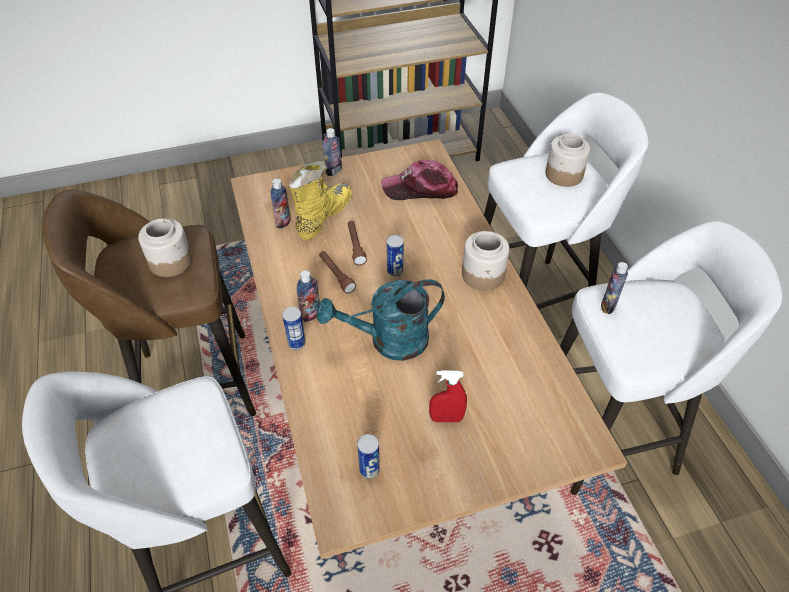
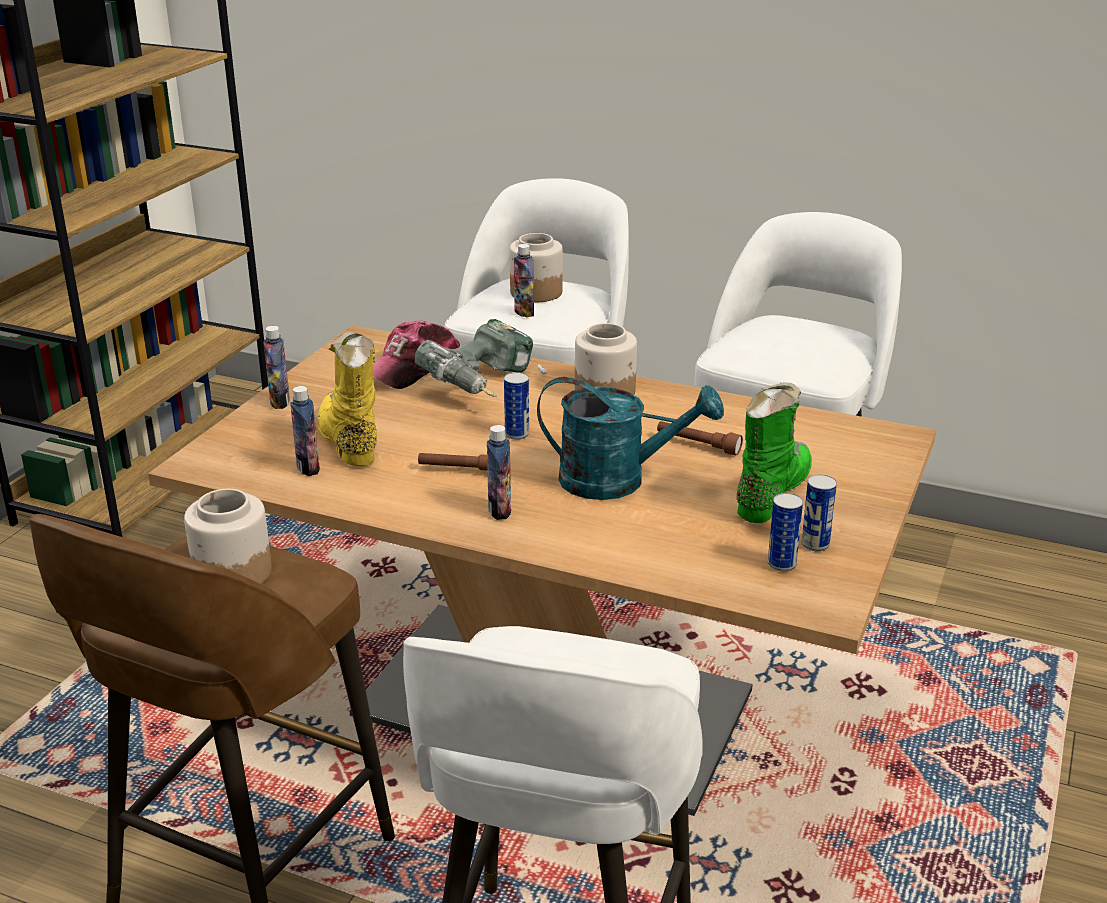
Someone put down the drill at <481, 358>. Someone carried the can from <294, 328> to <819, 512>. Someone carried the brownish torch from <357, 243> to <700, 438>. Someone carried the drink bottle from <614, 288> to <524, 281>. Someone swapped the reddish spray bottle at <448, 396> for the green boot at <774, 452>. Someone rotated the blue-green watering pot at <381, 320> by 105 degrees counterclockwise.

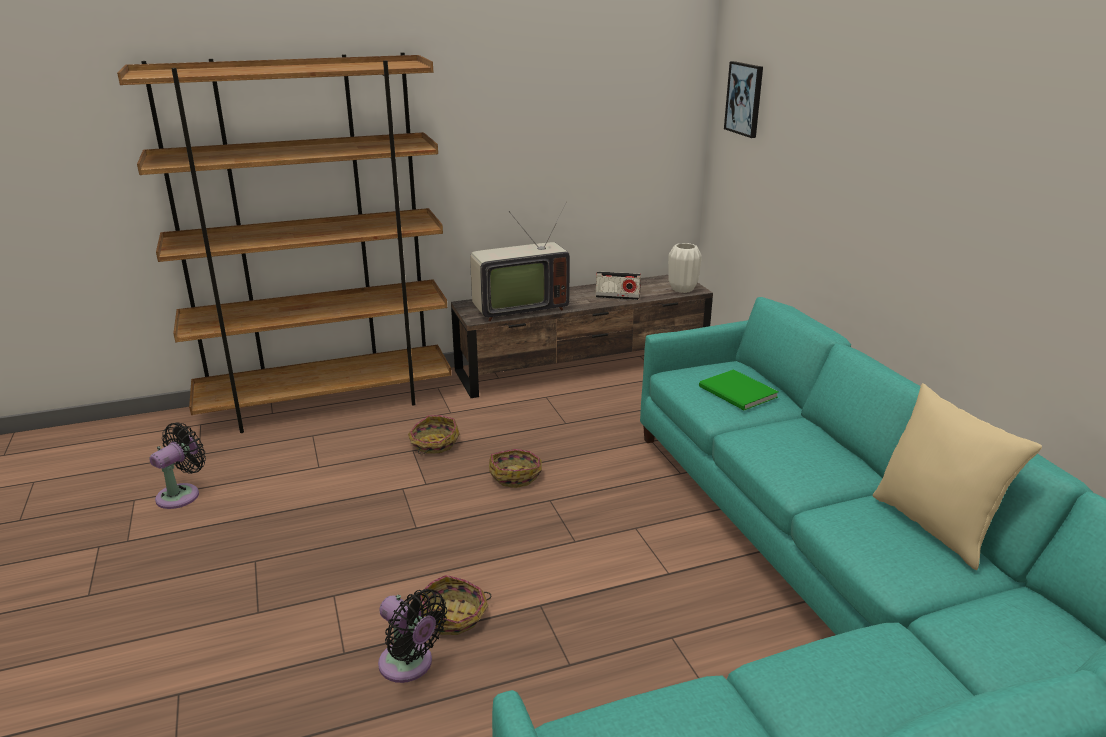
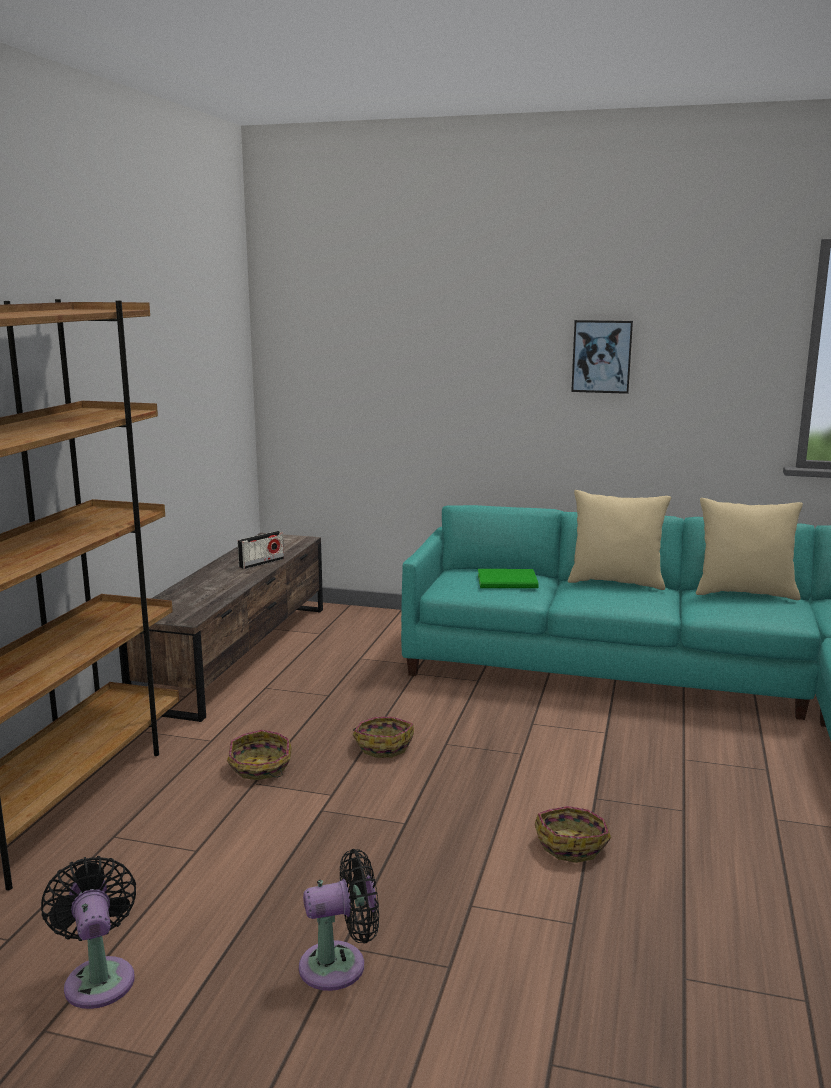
Someone took away the TV set at <520, 261>. Someone took away the white vase at <685, 268>. Someone put down the sand-coloured pillow at <619, 540>. Someone carried the black-coloured cooling fan from <412, 636> to <339, 920>. Someone carried the wall art from <743, 99> to <602, 357>.

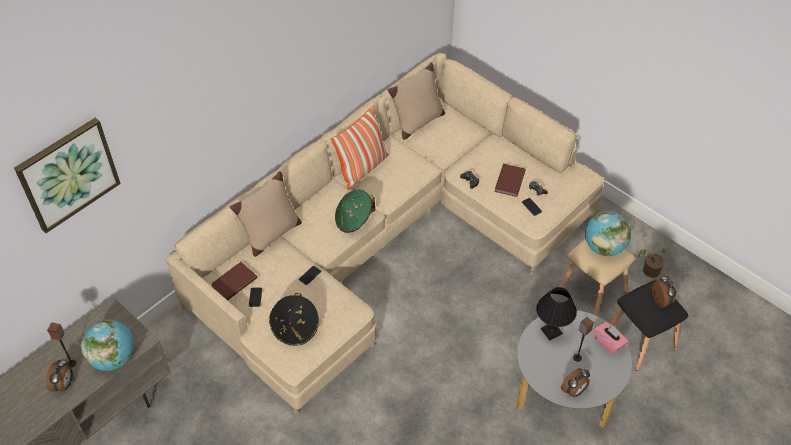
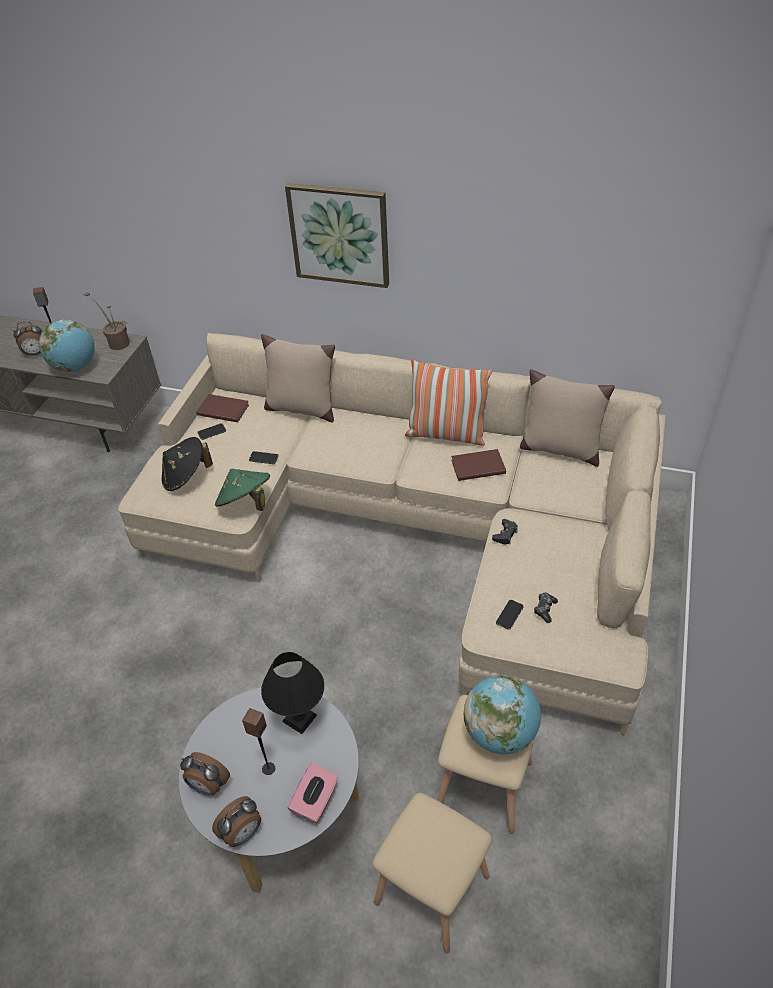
Someone carried the wall art from <67, 175> to <337, 235>. Someone carried the green clothing hat from <355, 211> to <242, 490>. Someone carried the brownish volume from <510, 180> to <478, 465>. Someone carried the houseplant from <652, 263> to <106, 321>. Someone carried the alarm clock from <664, 291> to <236, 821>. Someone repainted the black-coloured stool at <649, 325>, which became the sand-coloured stool at <432, 873>.

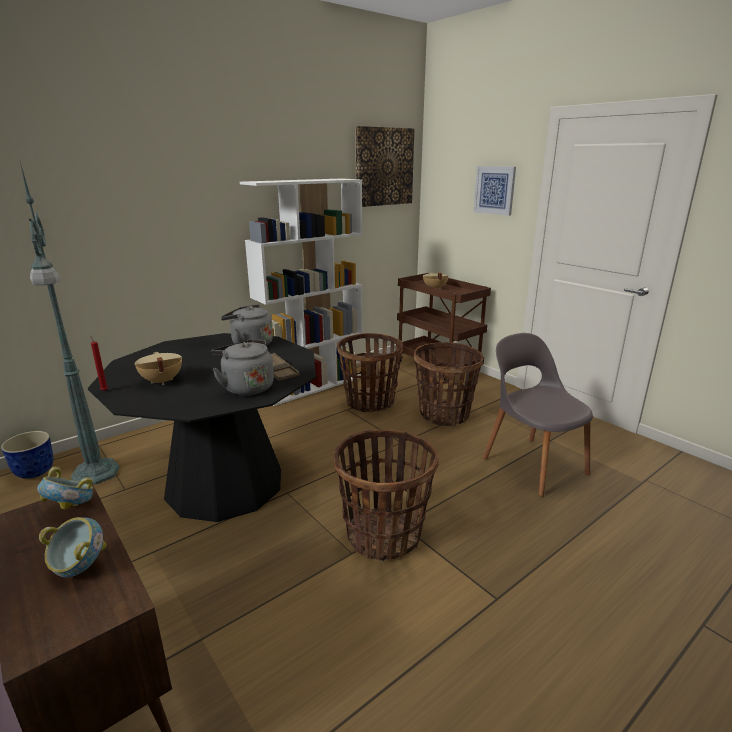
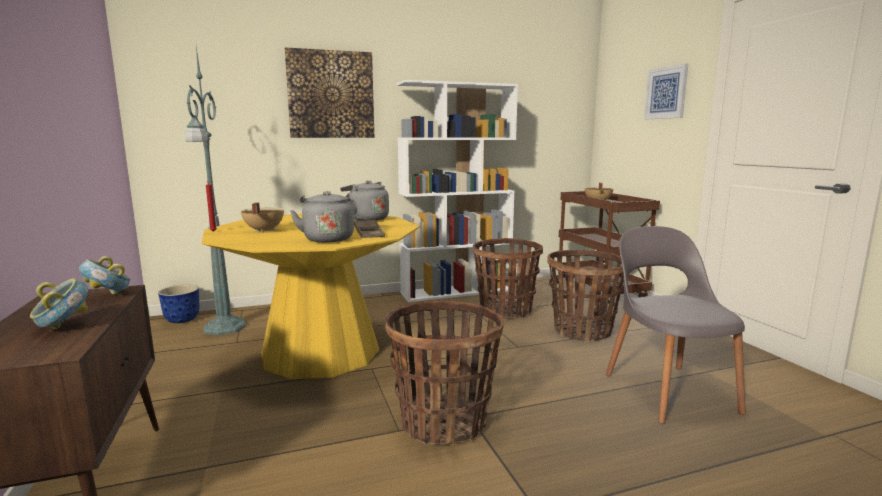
Someone carried the wall art from <384, 166> to <329, 92>. Someone repainted the black-coloured kitchen table at <202, 427>, which became the yellow-coloured kitchen table at <310, 296>.

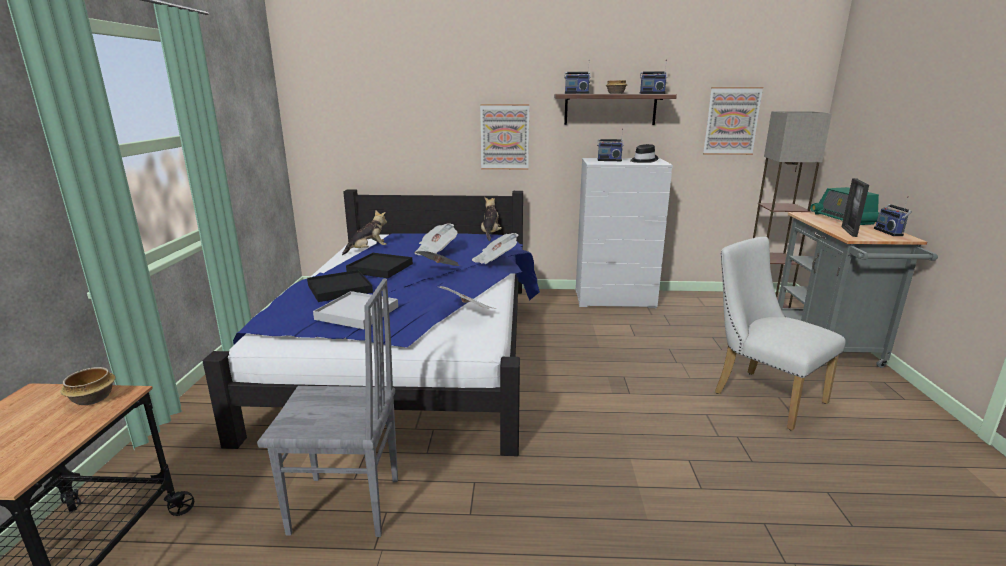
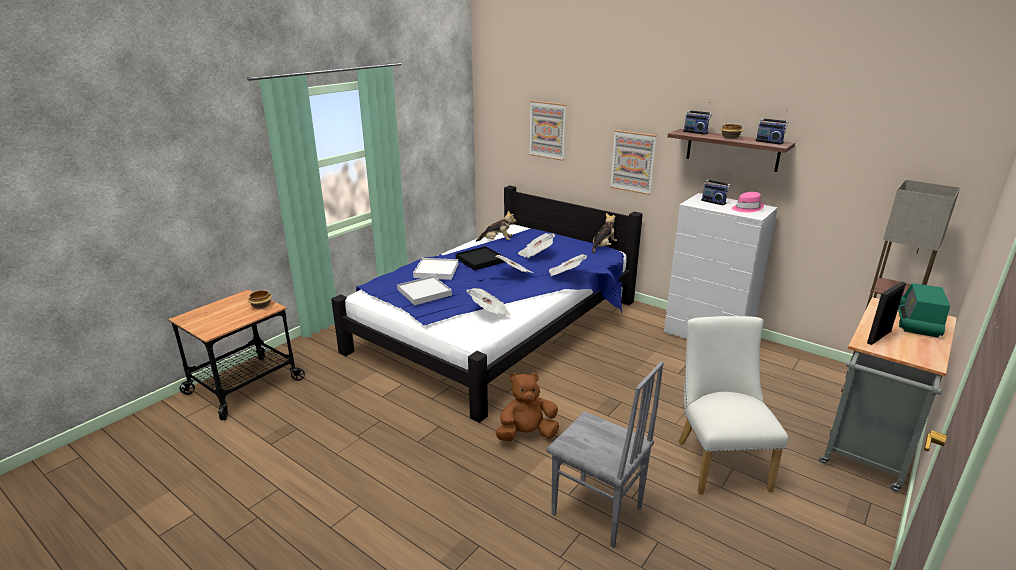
Someone took away the radio set at <893, 216>. Someone put down the brownish cuddly toy at <527, 406>. Someone carried the grey chair from <327, 408> to <605, 454>. Someone carried the wall art from <733, 121> to <547, 131>. Someone repainted the black-coloured serving tray at <340, 286>, which became the white serving tray at <435, 269>. Someone repainted the black-coloured clothing hat at <644, 153>, which became the pink-coloured clothing hat at <748, 202>.

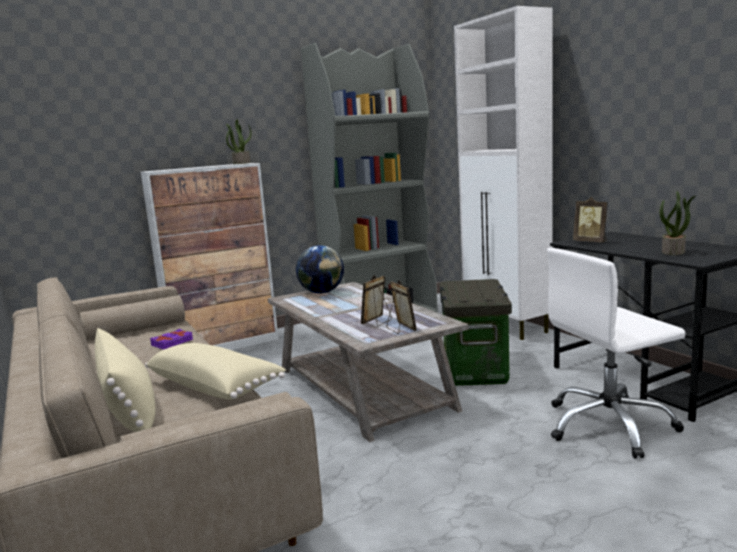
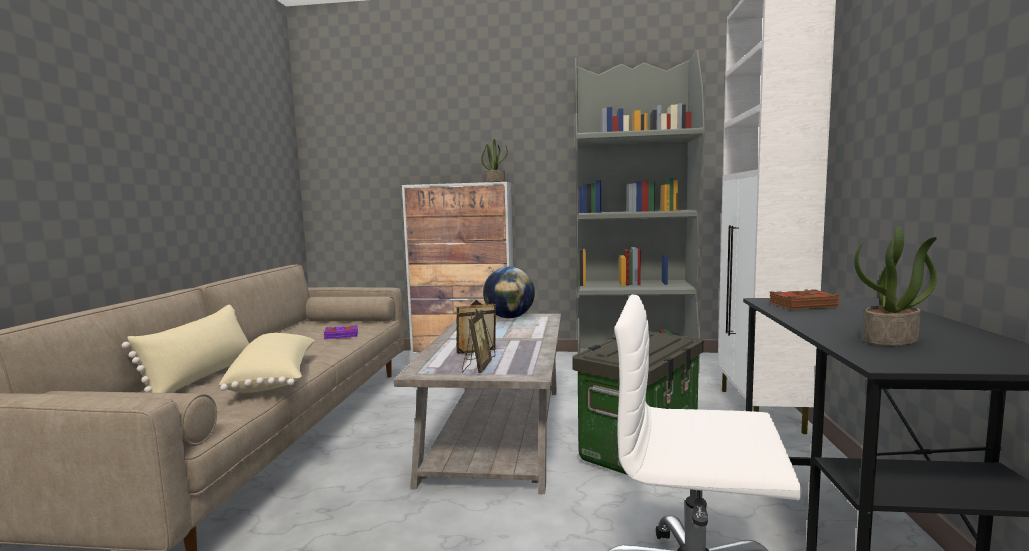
Someone swapped the standing frame at <590, 219> for the brownish volume at <804, 299>.

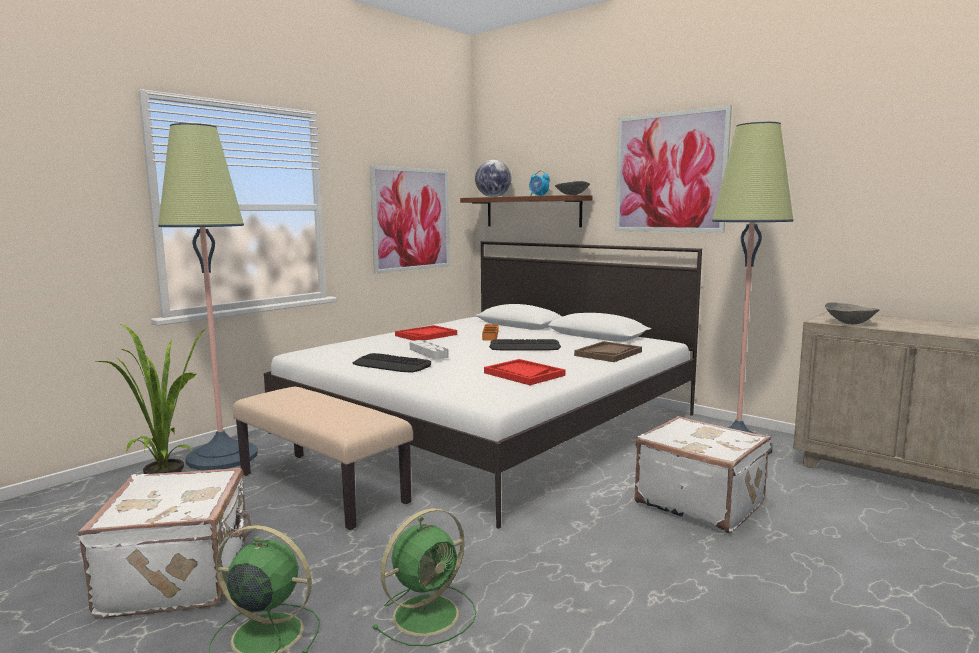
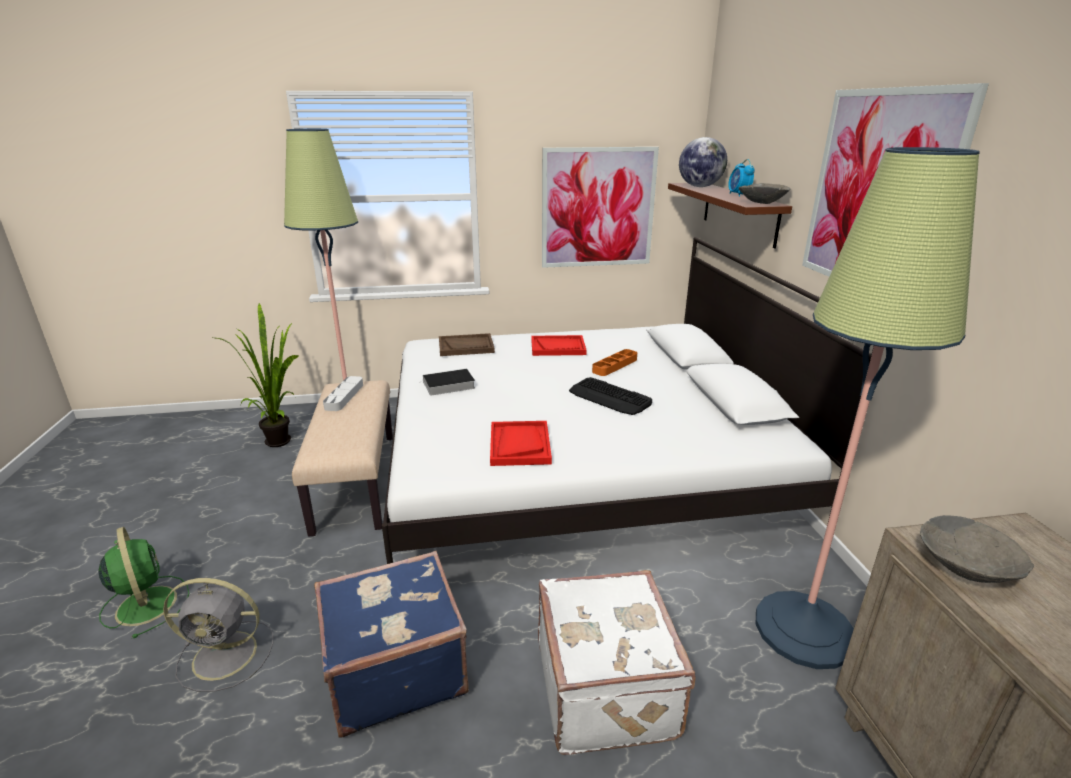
Someone took away the white suitcase at <165, 543>. Someone put down the blue-coloured suitcase at <391, 644>. Someone carried the grey serving tray from <429, 349> to <343, 393>. Someone carried the brownish serving tray from <608, 351> to <467, 344>. Someone swapped the computer keyboard at <391, 363> for the volume at <447, 382>. Someone repainted the green cooling fan at <424, 577>, which became the grey cooling fan at <218, 635>.

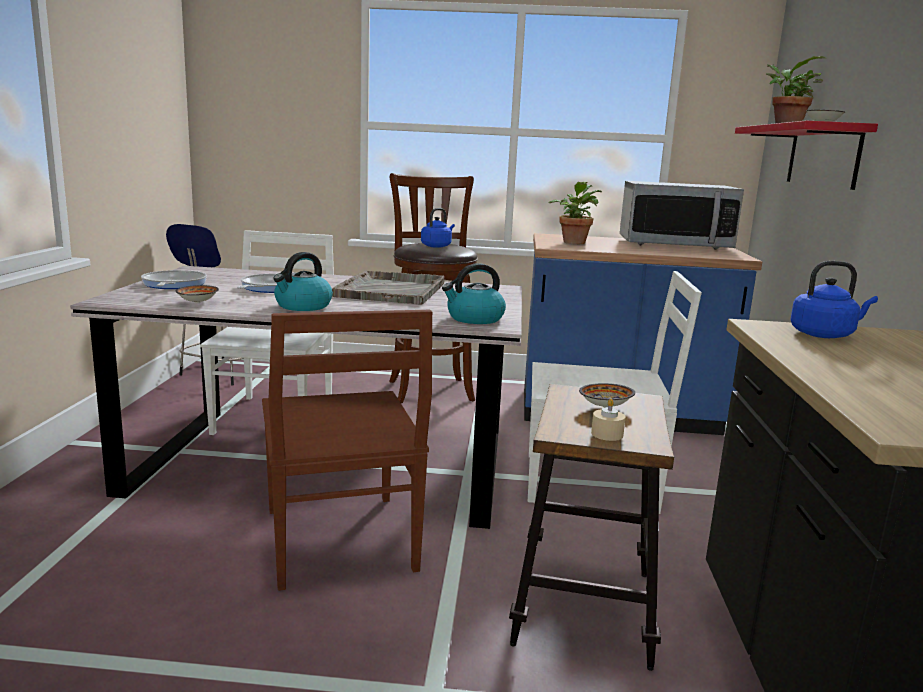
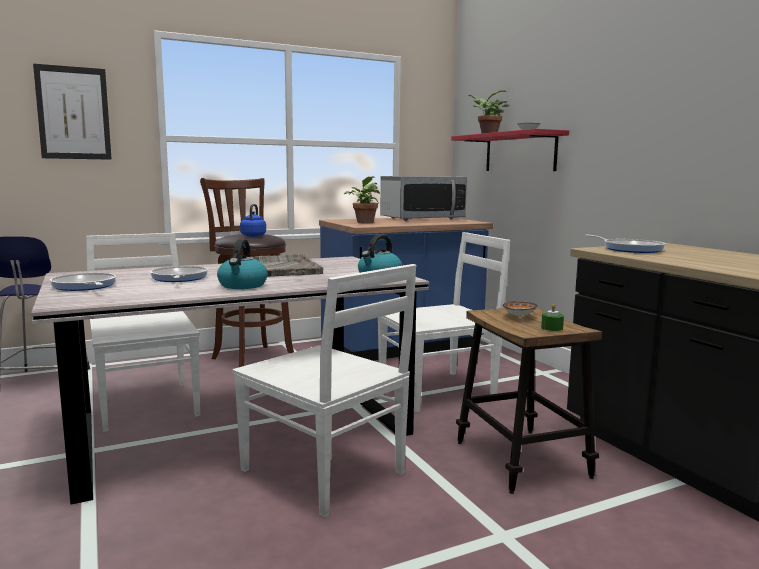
Someone took away the deep dish at <197, 294>. Someone put up the wall art at <72, 112>. Someone swapped the blue-coloured tea kettle at <834, 299> for the frying pan at <625, 244>. Someone repainted the brownish chair at <347, 450>, which became the white chair at <324, 391>. Someone repainted the sand-coloured wax candle at <608, 420>, which became the green wax candle at <552, 317>.

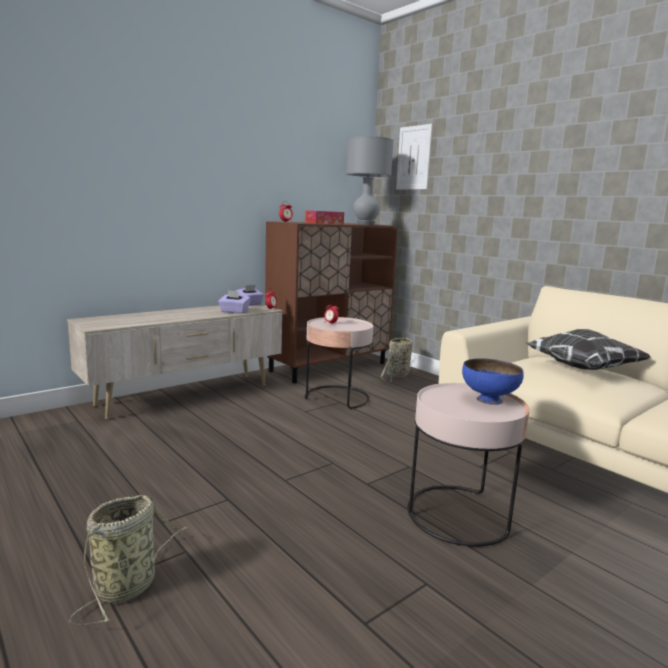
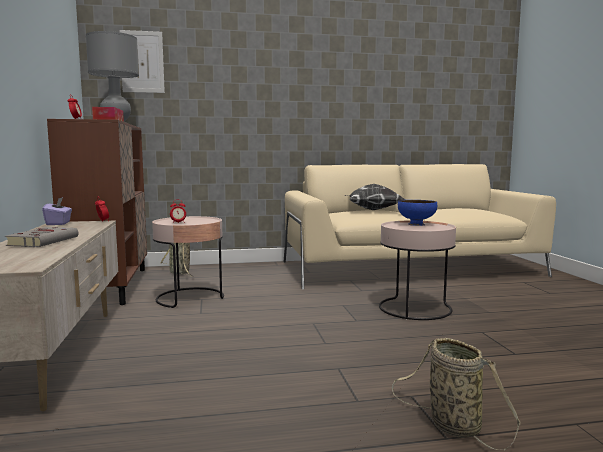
Someone took away the purple box of tissues at <234, 302>. Someone put down the grey volume at <41, 237>.

